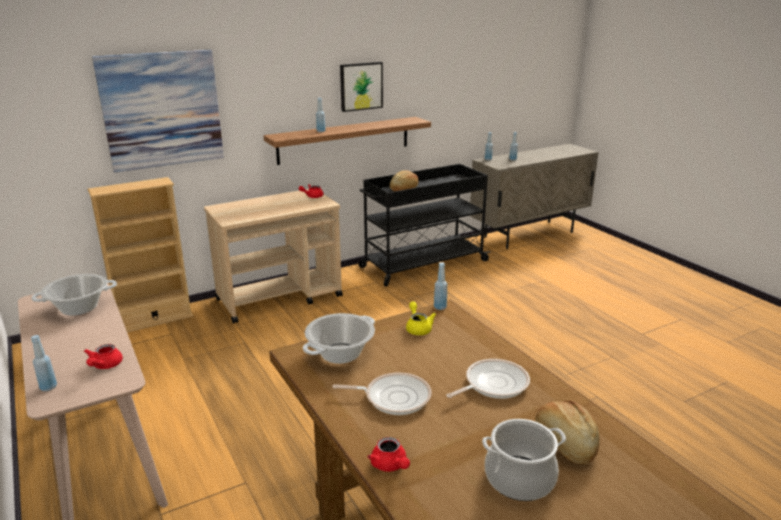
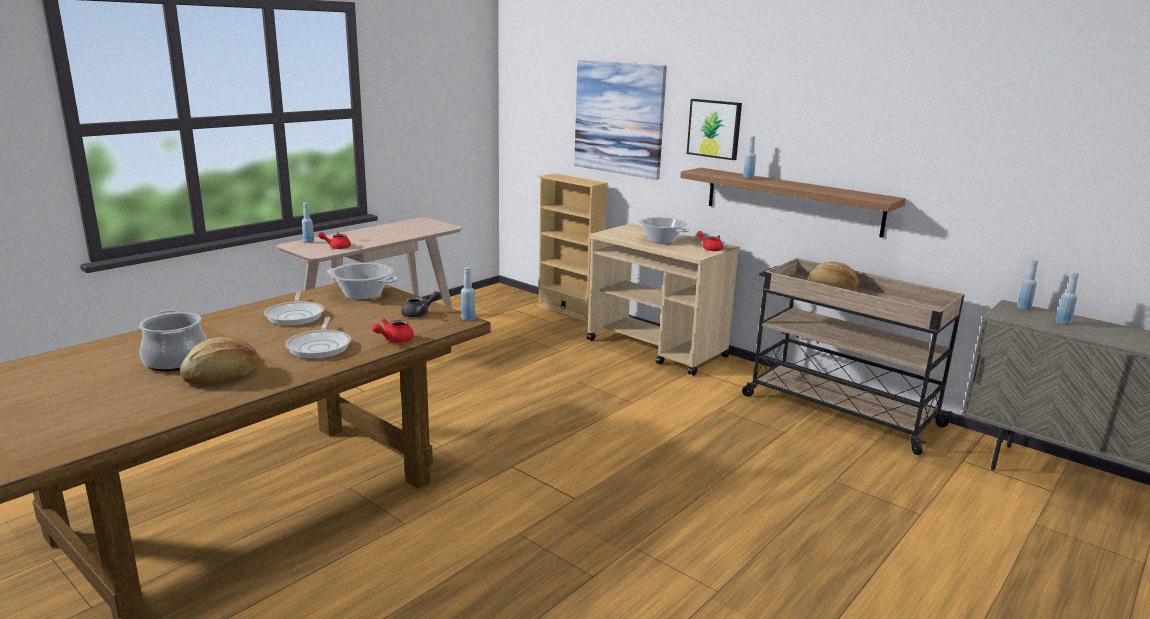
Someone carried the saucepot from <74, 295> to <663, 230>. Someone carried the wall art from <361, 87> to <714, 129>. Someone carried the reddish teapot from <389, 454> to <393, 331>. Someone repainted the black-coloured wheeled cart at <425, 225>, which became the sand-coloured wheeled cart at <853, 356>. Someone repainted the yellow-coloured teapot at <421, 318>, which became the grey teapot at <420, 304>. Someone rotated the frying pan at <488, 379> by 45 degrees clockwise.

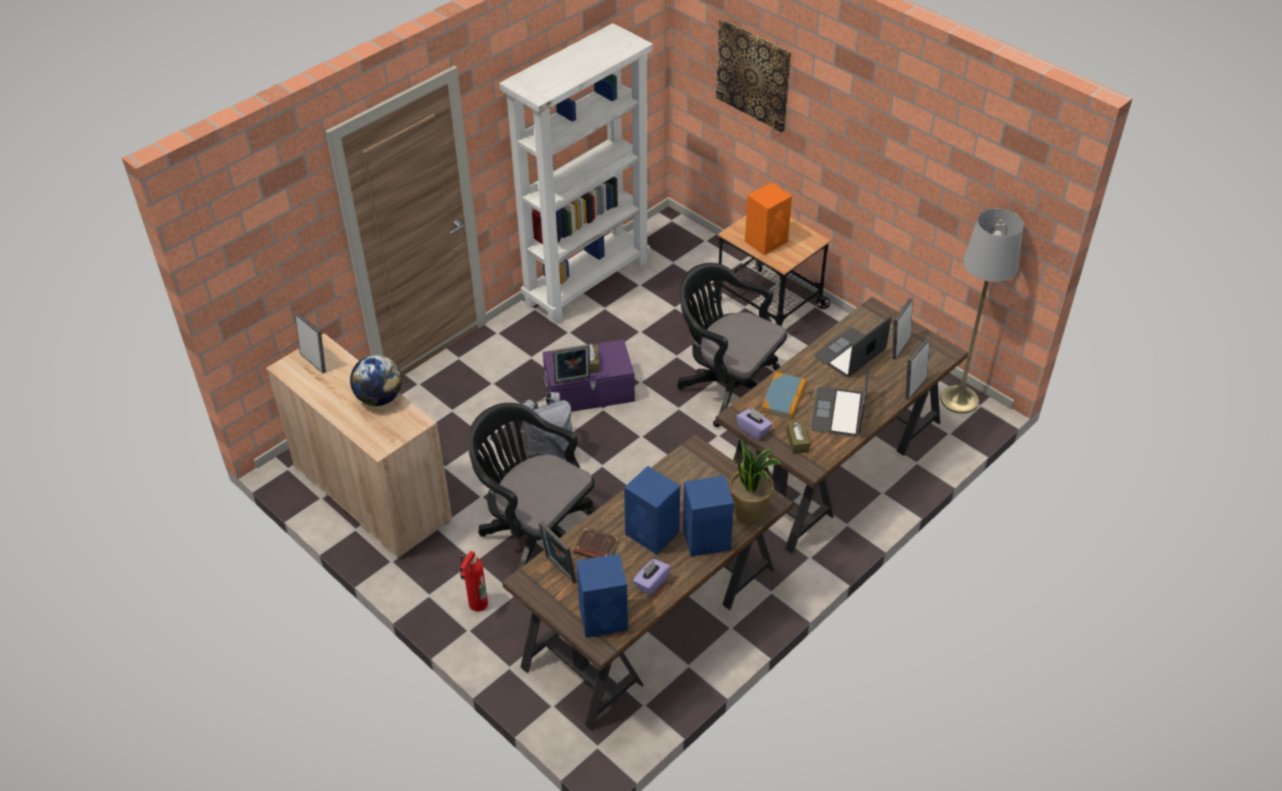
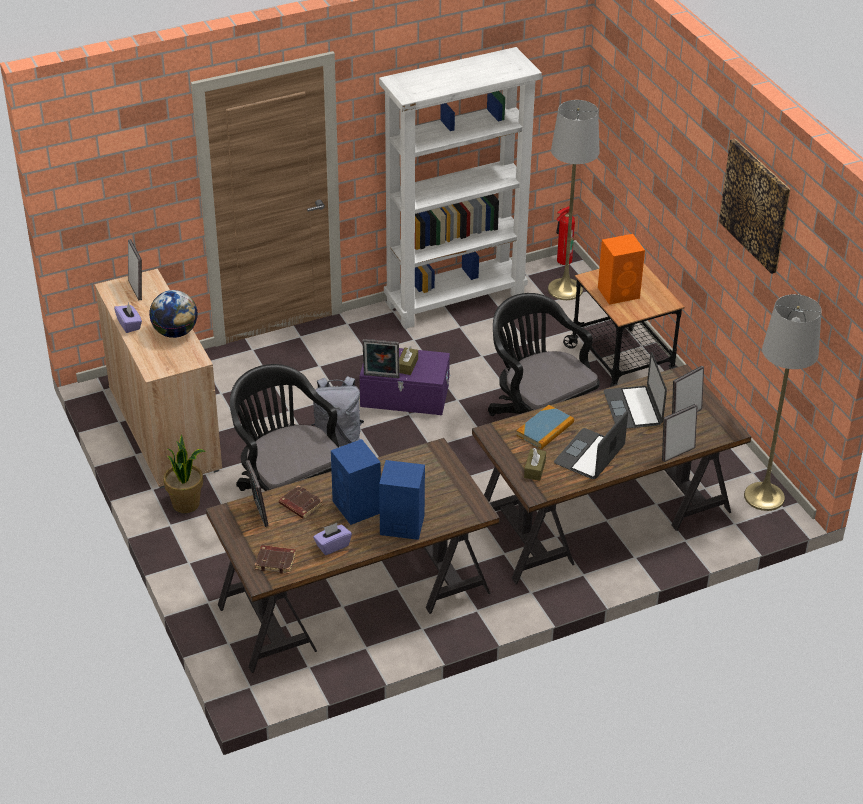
Someone put down the grey floor lamp at <574, 200>. Someone carried the fire extinguisher from <474, 581> to <565, 235>. Someone carried the wall art from <753, 75> to <754, 206>. Someone carried the houseplant from <755, 482> to <184, 474>. Someone carried the purple box of tissues from <754, 424> to <128, 317>. Someone swapped the blue-coloured audio speaker at <602, 596> for the brownish volume at <275, 559>. Someone rotated the laptop at <853, 346> by 75 degrees counterclockwise.

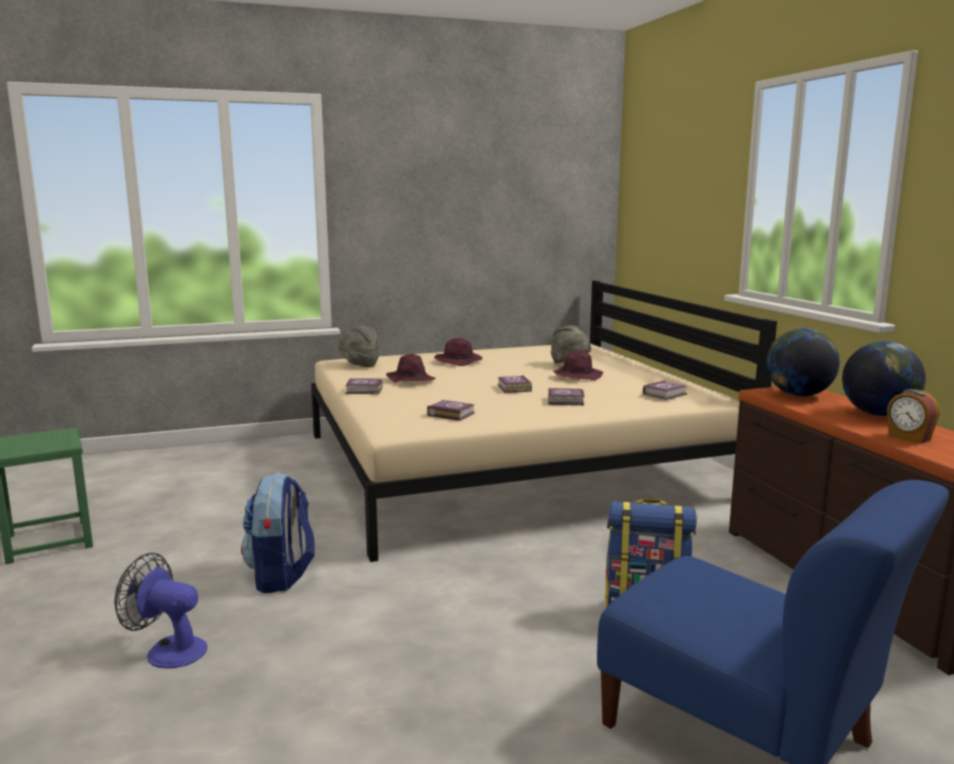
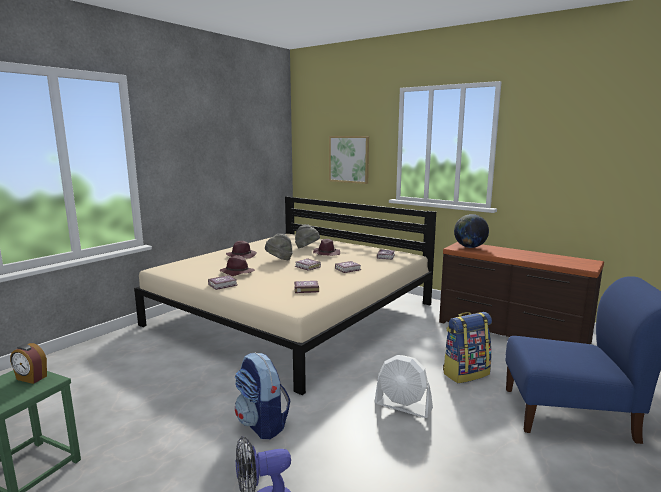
Someone took away the globe at <884, 378>. Someone put up the wall art at <349, 160>. Someone put down the white cooling fan at <403, 386>. Someone carried the grey clothing hat from <359, 346> to <279, 247>. Someone carried the alarm clock from <913, 416> to <28, 363>.

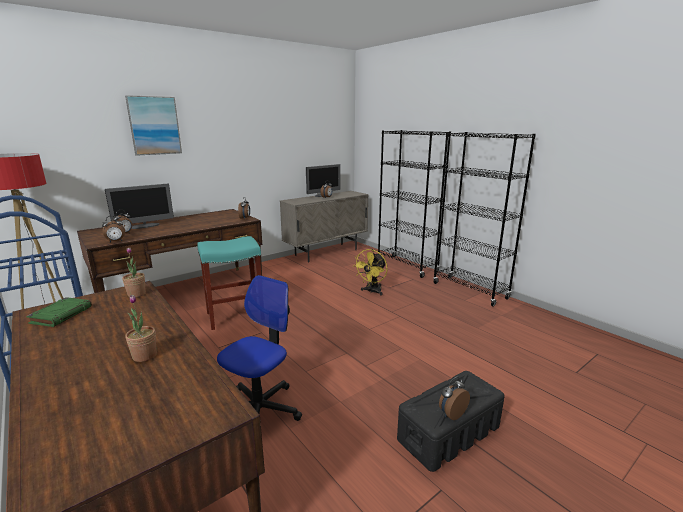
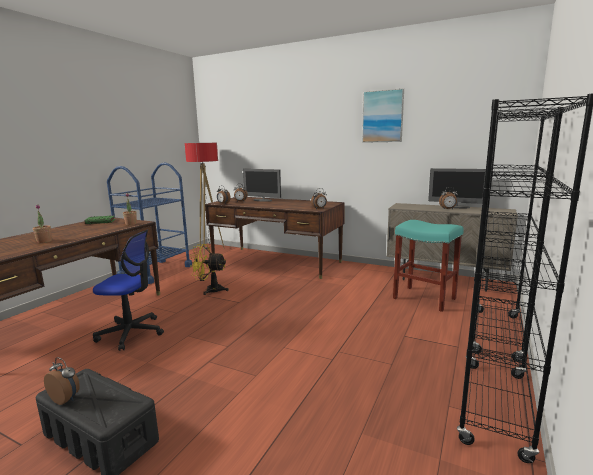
Someone carried the wall art from <153, 125> to <383, 115>. Someone carried the blue-green stool from <229, 283> to <428, 266>. Someone carried the yellow-coloured cooling fan from <370, 272> to <209, 269>.

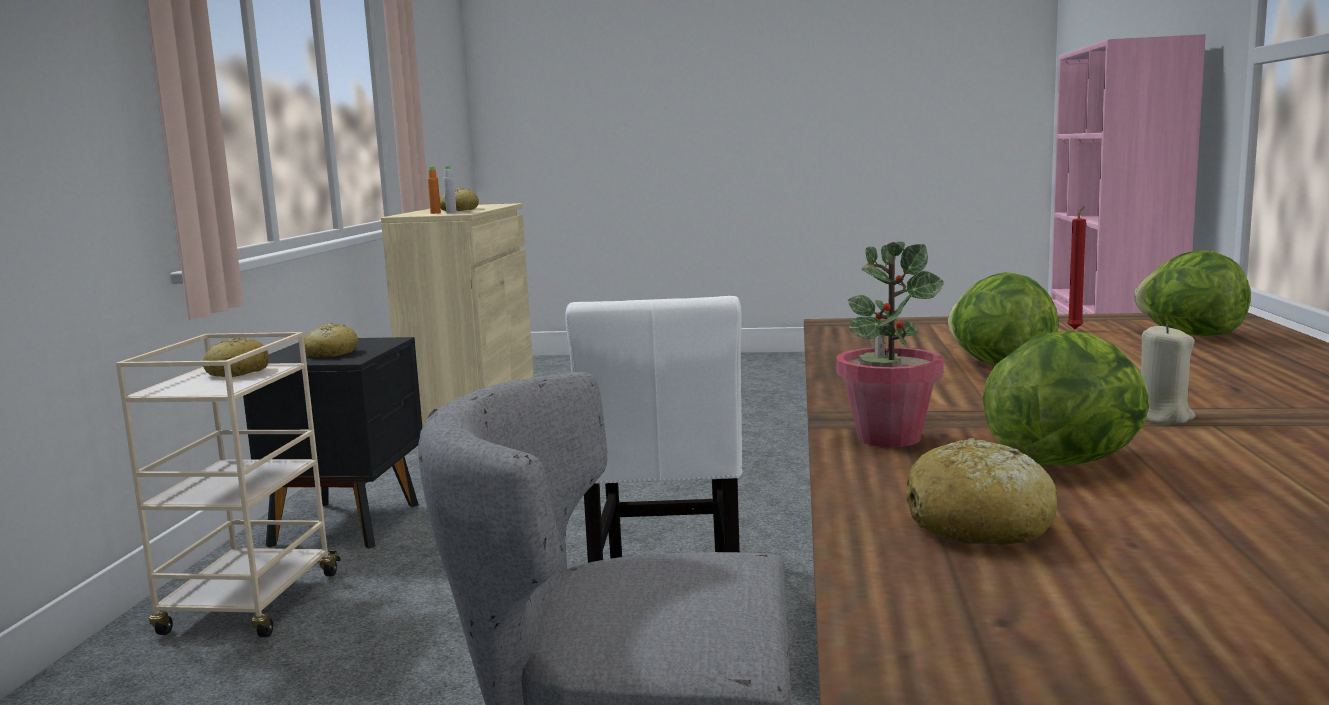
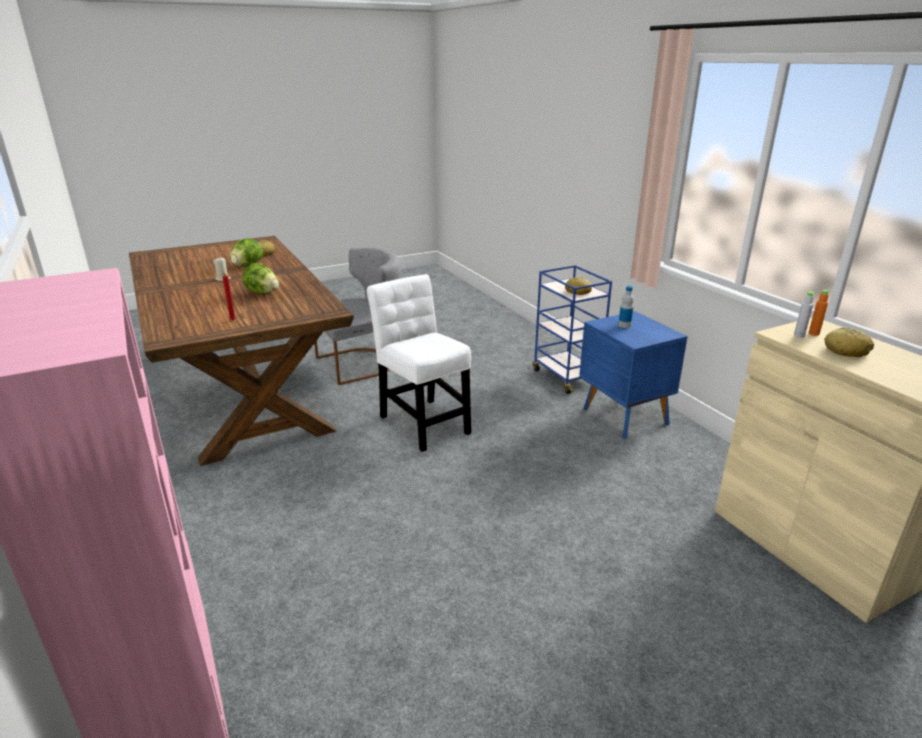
Someone took away the houseplant at <890, 344>. Someone took away the head of lettuce at <1192, 293>. Someone swapped the baked bread at <331, 340> for the drink bottle at <626, 307>. Someone repainted the sand-coloured wheeled cart at <228, 484>, which became the blue-coloured wheeled cart at <572, 329>. Someone repainted the black-coloured night table at <332, 443>, which became the blue-coloured night table at <633, 375>.

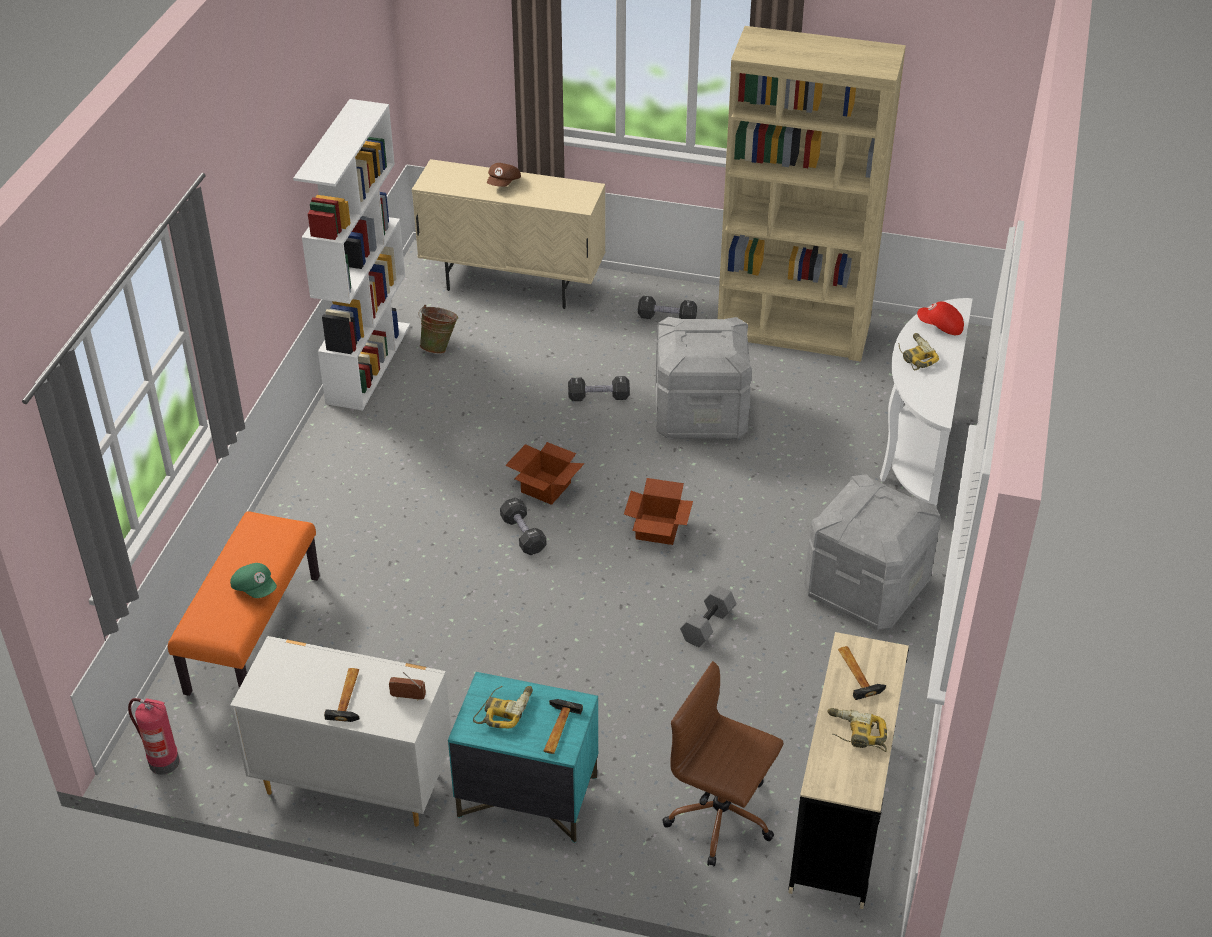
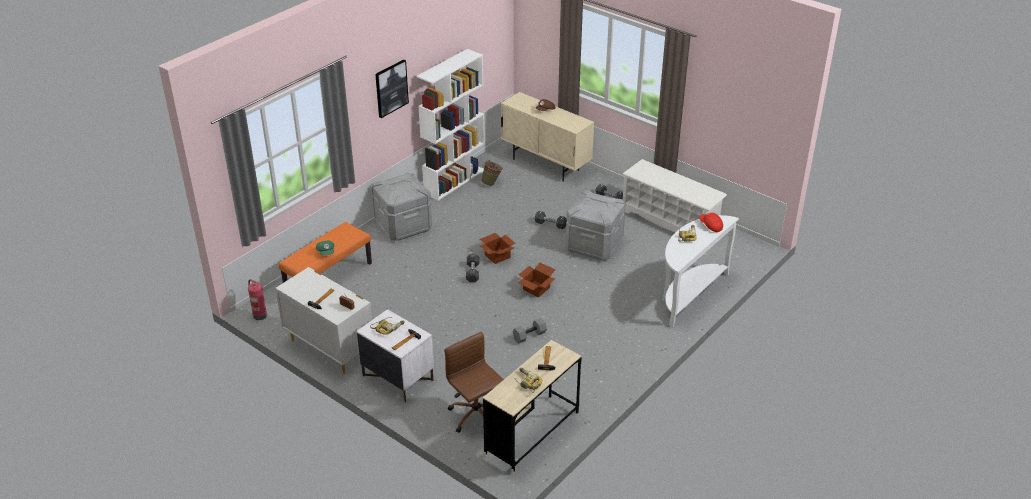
Someone put up the wall art at <392, 88>. Someone carried the grey storage box from <872, 552> to <402, 207>. Someone swapped the sand-coloured bookshelf at <812, 194> for the white shoe stand at <675, 195>. Someone repainted the blue-green night table at <523, 757>, which became the white night table at <395, 356>.

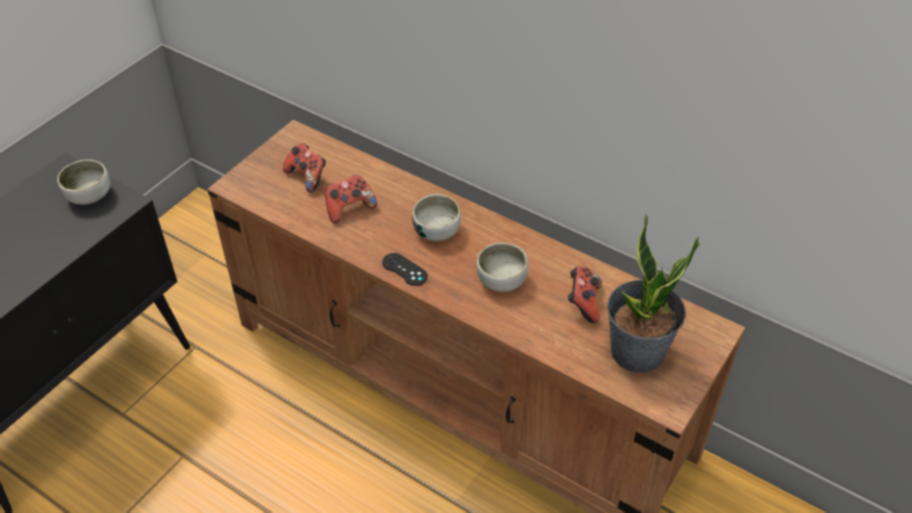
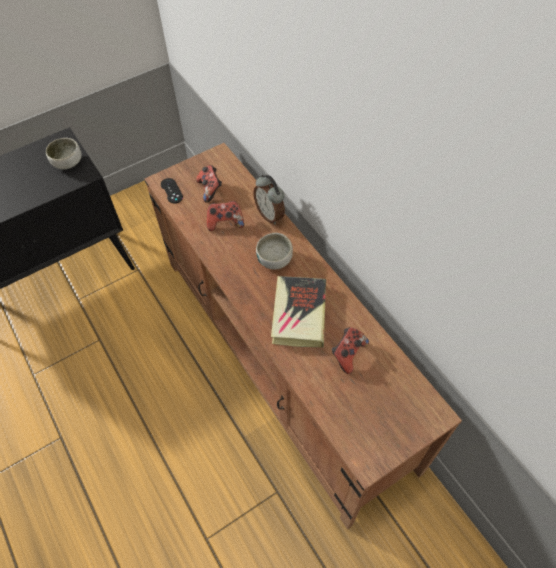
Someone took away the houseplant at <653, 293>. Someone put down the alarm clock at <269, 199>. Someone carried the black-coloured gamepad from <405, 269> to <172, 190>. Someone swapped the deep dish at <502, 267> for the volume at <298, 312>.

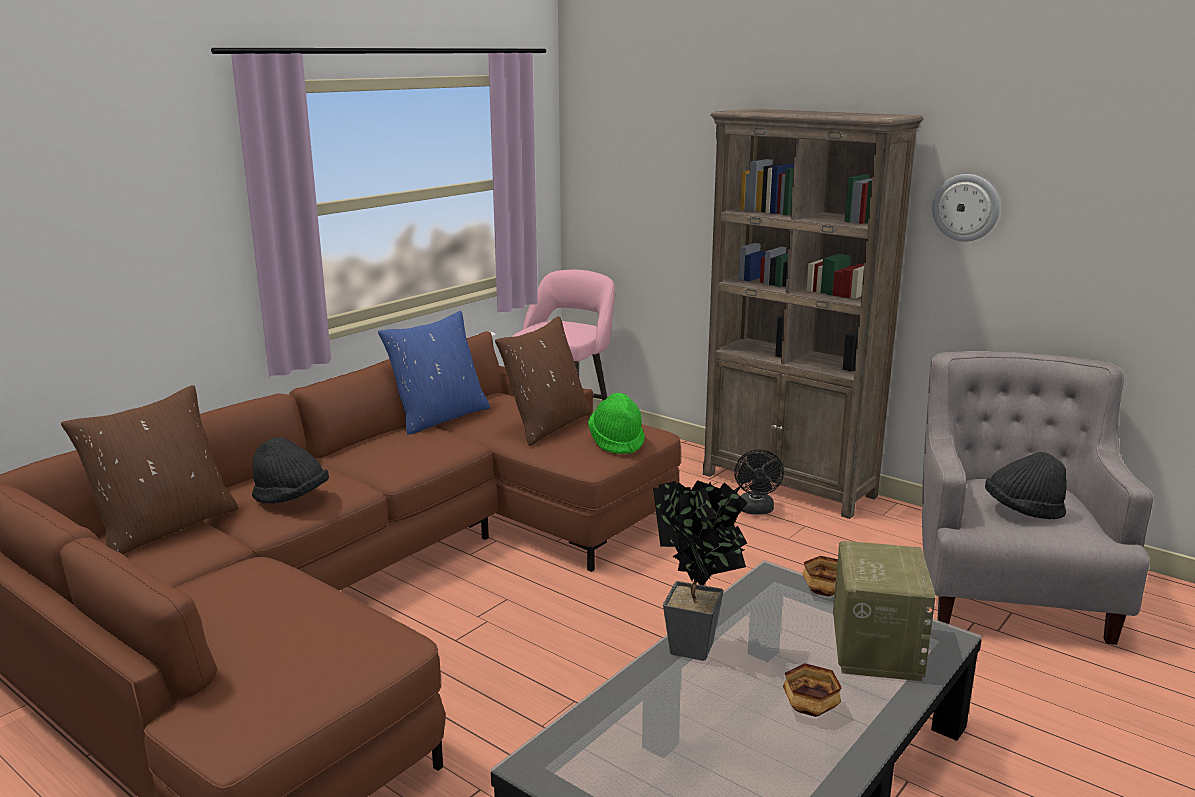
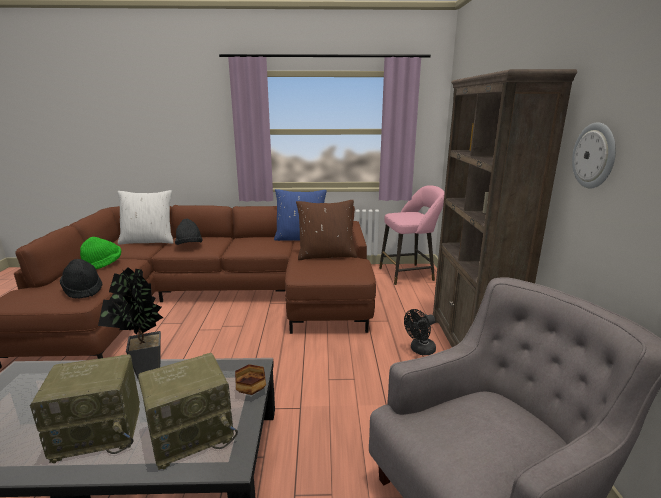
Someone carried the green clothing hat from <616, 423> to <100, 253>. Someone carried the black-coloured clothing hat from <1026, 485> to <81, 279>. Someone swapped the deep dish at <812, 690> for the radio set at <85, 408>. Someone repainted the brownish pillow at <149, 469>, which became the white pillow at <145, 217>.

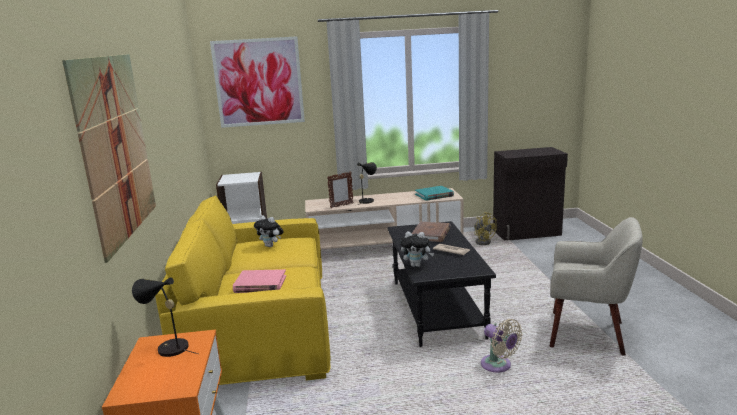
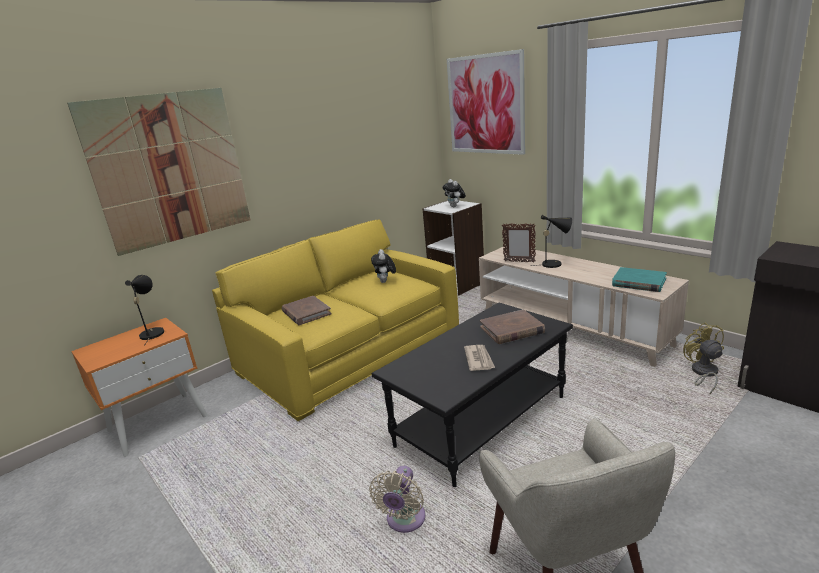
Someone carried the cuddly toy from <417, 249> to <454, 193>. Someone repainted the pink-coloured volume at <259, 281>, which became the brownish volume at <307, 310>. Someone rotated the yellow-coloured cooling fan at <485, 228> by 150 degrees clockwise.

